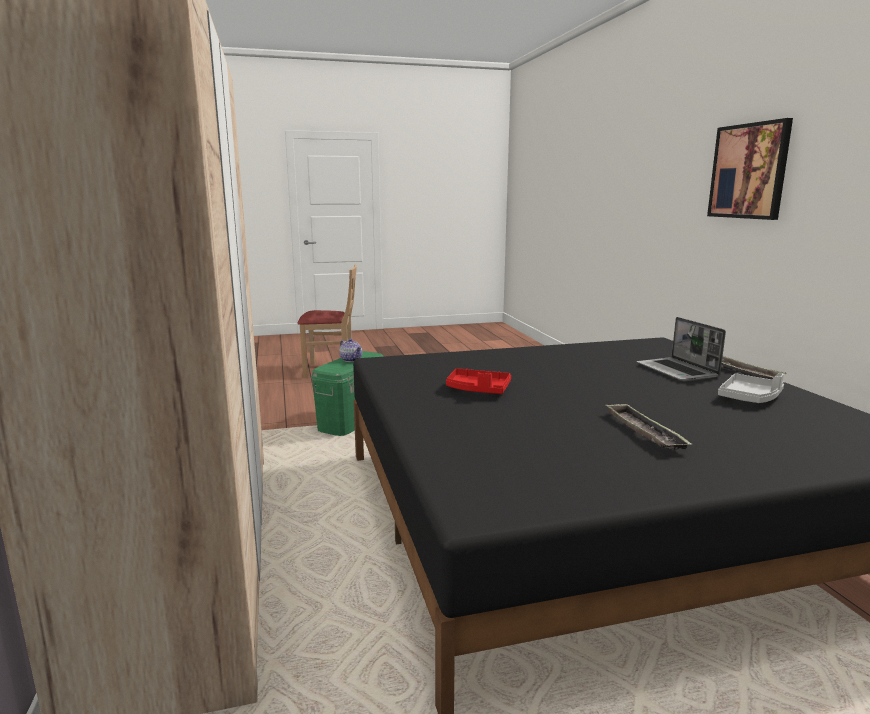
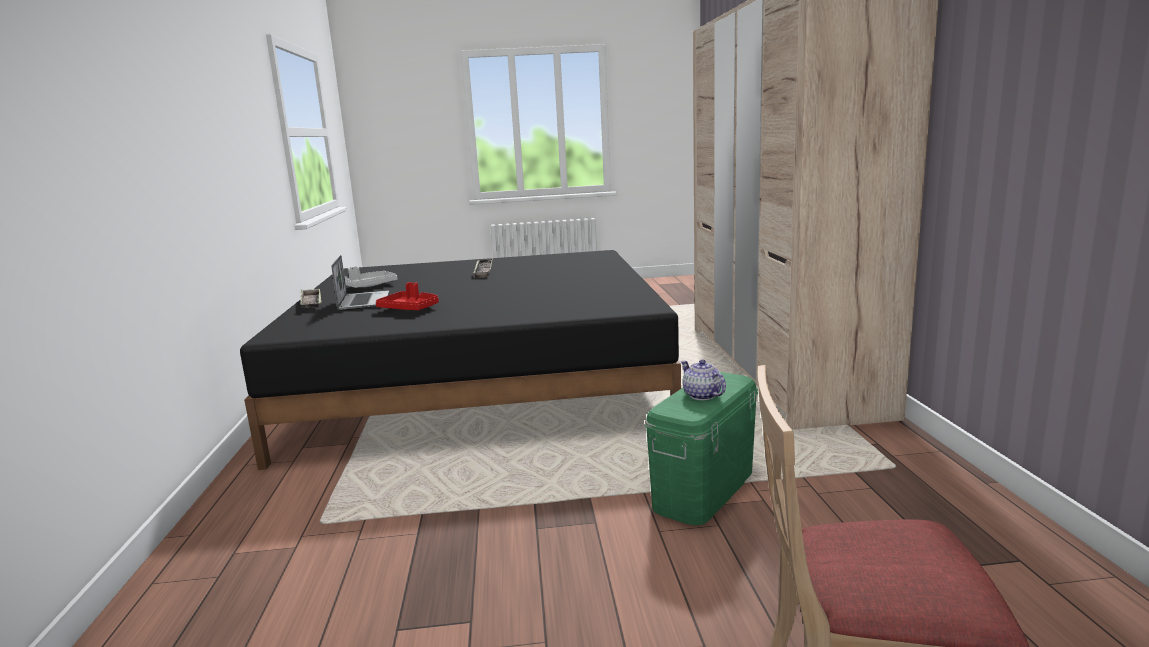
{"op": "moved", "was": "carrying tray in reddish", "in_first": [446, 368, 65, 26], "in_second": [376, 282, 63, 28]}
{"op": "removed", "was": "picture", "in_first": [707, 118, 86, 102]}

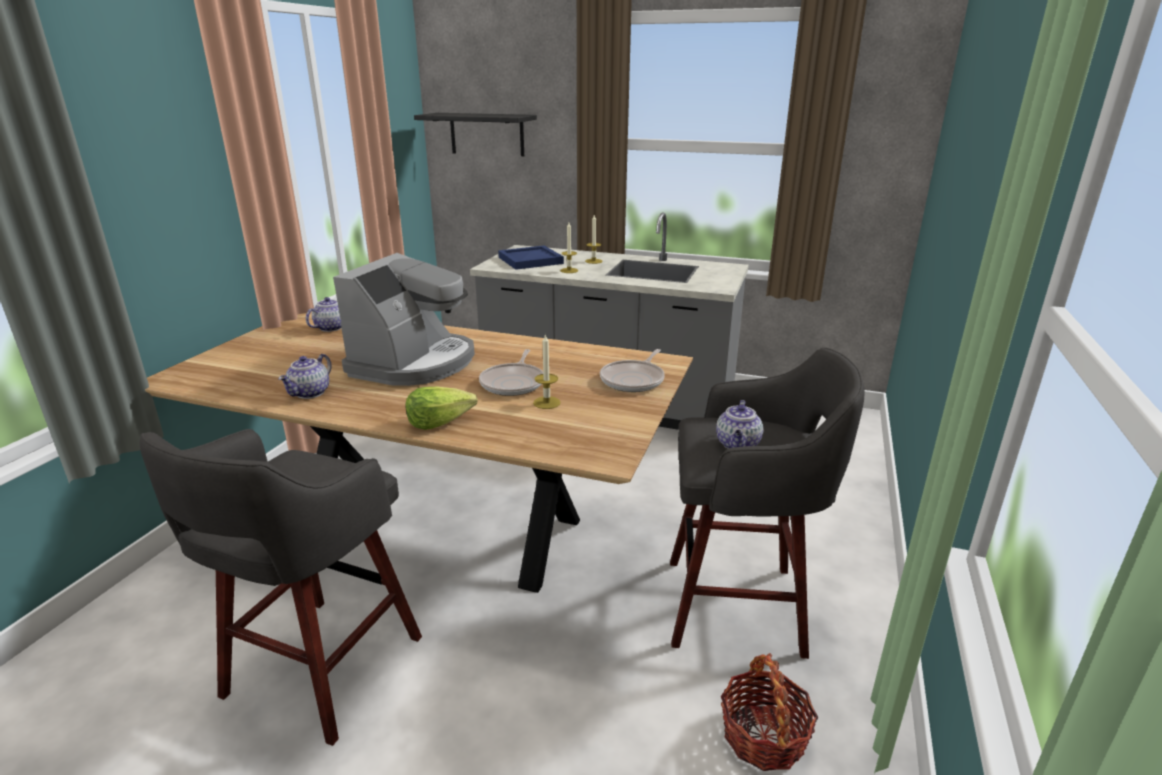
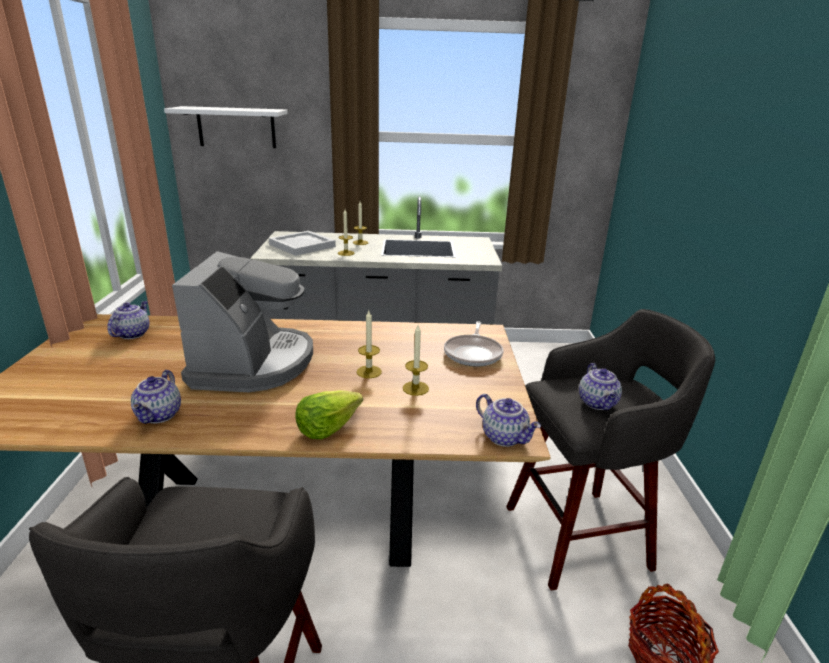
{"op": "recoloured", "was": "wall shelf in blackish", "now": "wall shelf in white", "in_first": [414, 113, 123, 43], "in_second": [164, 106, 124, 42]}
{"op": "replaced", "was": "skillet", "now": "candle", "in_first": [479, 349, 64, 47], "in_second": [357, 311, 25, 67]}
{"op": "recoloured", "was": "carrying tray in blue", "now": "carrying tray in white", "in_first": [498, 246, 66, 24], "in_second": [269, 231, 67, 25]}
{"op": "added", "now": "tea pot", "in_second": [476, 394, 65, 53]}

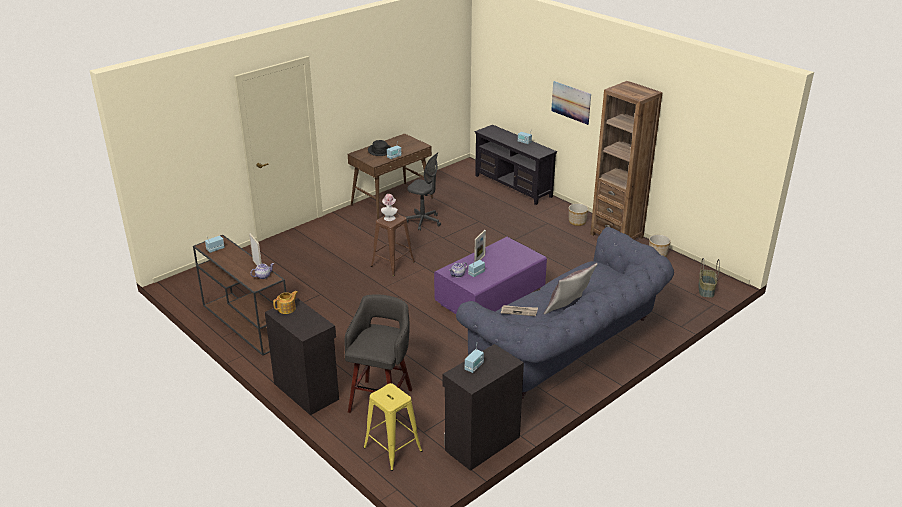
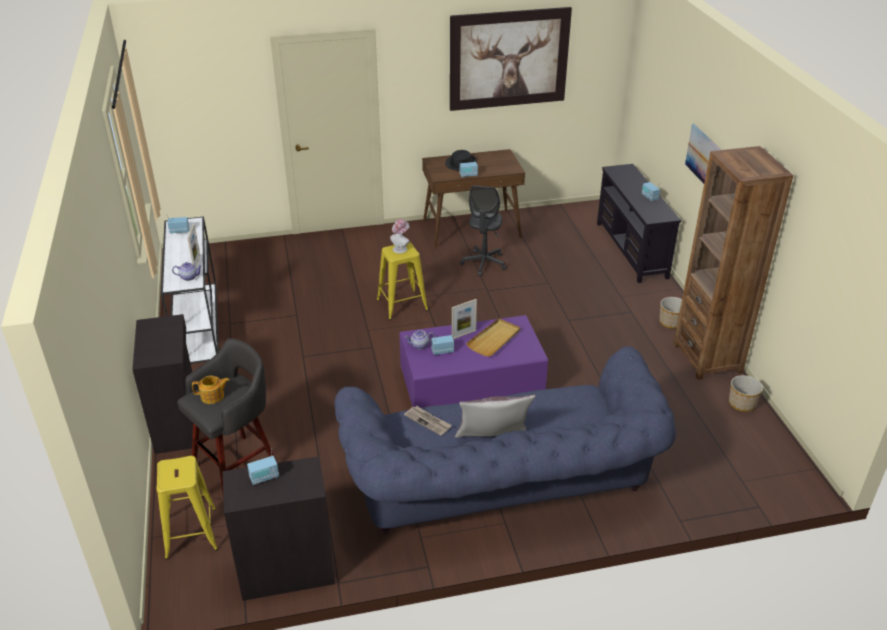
{"op": "recoloured", "was": "hall table in brown-coloured", "now": "hall table in white", "in_first": [193, 235, 93, 121], "in_second": [161, 216, 58, 148]}
{"op": "moved", "was": "tea pot", "in_first": [273, 291, 25, 23], "in_second": [192, 376, 38, 28]}
{"op": "recoloured", "was": "sitting stool in brown-coloured", "now": "sitting stool in yellow-coloured", "in_first": [371, 214, 44, 62], "in_second": [377, 242, 51, 78]}
{"op": "turned", "was": "computer chair in grey", "in_first": [406, 152, 35, 79], "in_second": [460, 185, 46, 91], "clockwise": 45}
{"op": "removed", "was": "household basket", "in_first": [698, 258, 22, 40]}
{"op": "added", "now": "picture", "in_second": [450, 7, 122, 104]}
{"op": "added", "now": "carrying tray in beige-coloured", "in_second": [466, 318, 54, 39]}

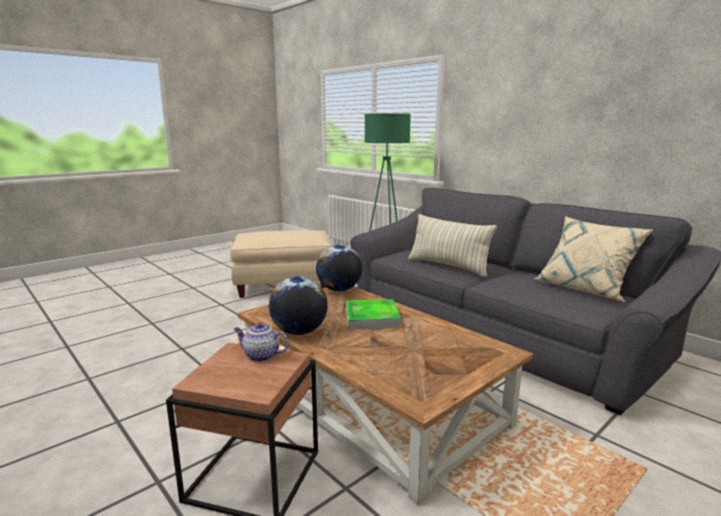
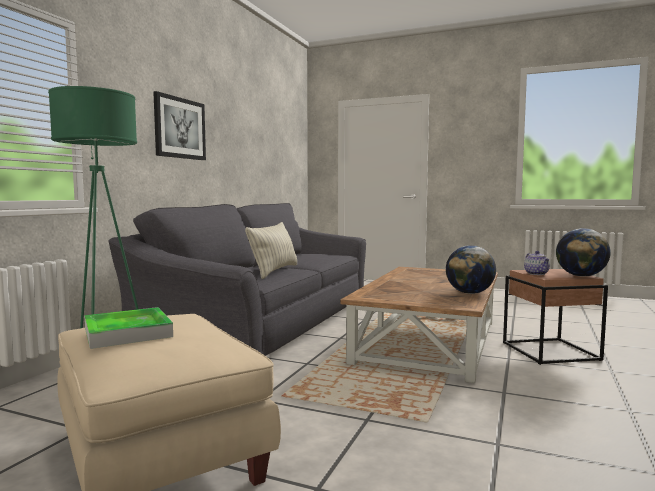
{"op": "moved", "was": "world globe", "in_first": [316, 245, 46, 46], "in_second": [556, 228, 55, 49]}
{"op": "moved", "was": "carrying tray", "in_first": [346, 299, 55, 31], "in_second": [85, 307, 88, 42]}
{"op": "removed", "was": "throw pillow in beige-coloured", "in_first": [534, 216, 119, 86]}
{"op": "added", "now": "picture", "in_second": [153, 91, 53, 69]}

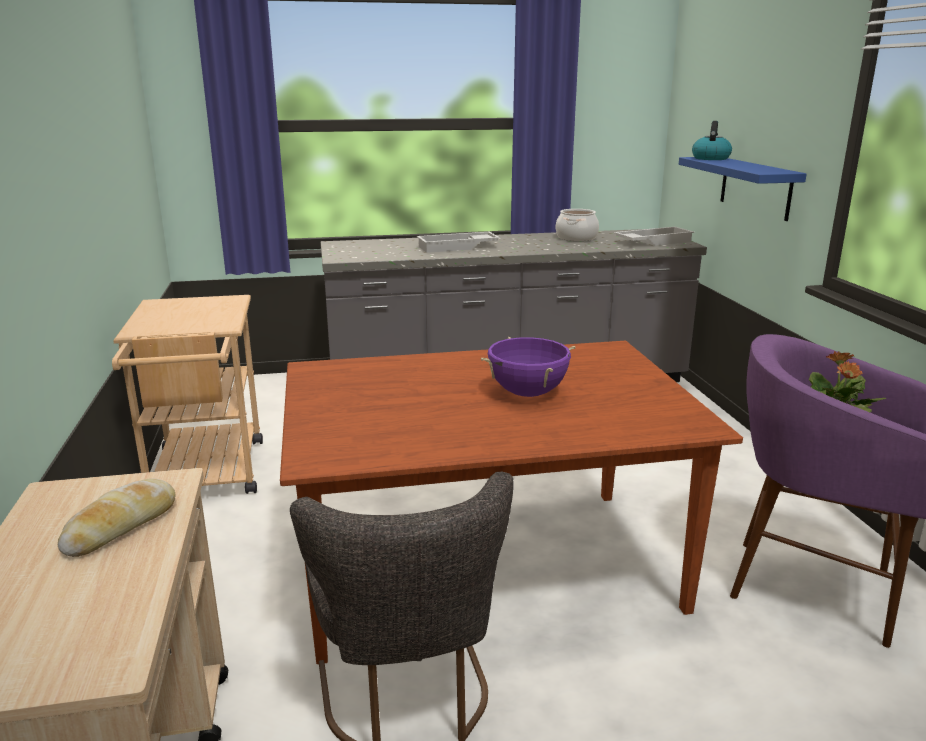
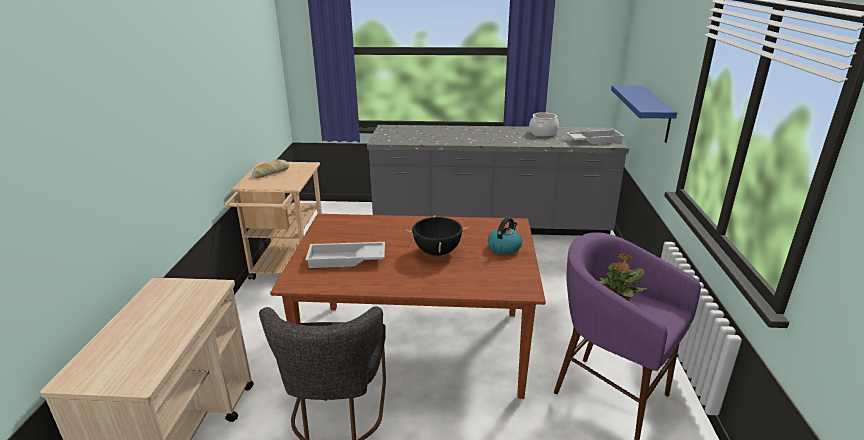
{"op": "moved", "was": "baked bread", "in_first": [58, 478, 117, 79], "in_second": [252, 160, 37, 18]}
{"op": "moved", "was": "carrying tray in white", "in_first": [417, 232, 83, 21], "in_second": [305, 242, 80, 26]}
{"op": "recoloured", "was": "saucepot in purple-coloured", "now": "saucepot in blackish", "in_first": [481, 337, 95, 60], "in_second": [406, 215, 62, 41]}
{"op": "moved", "was": "water kettle", "in_first": [692, 121, 40, 39], "in_second": [488, 217, 34, 38]}

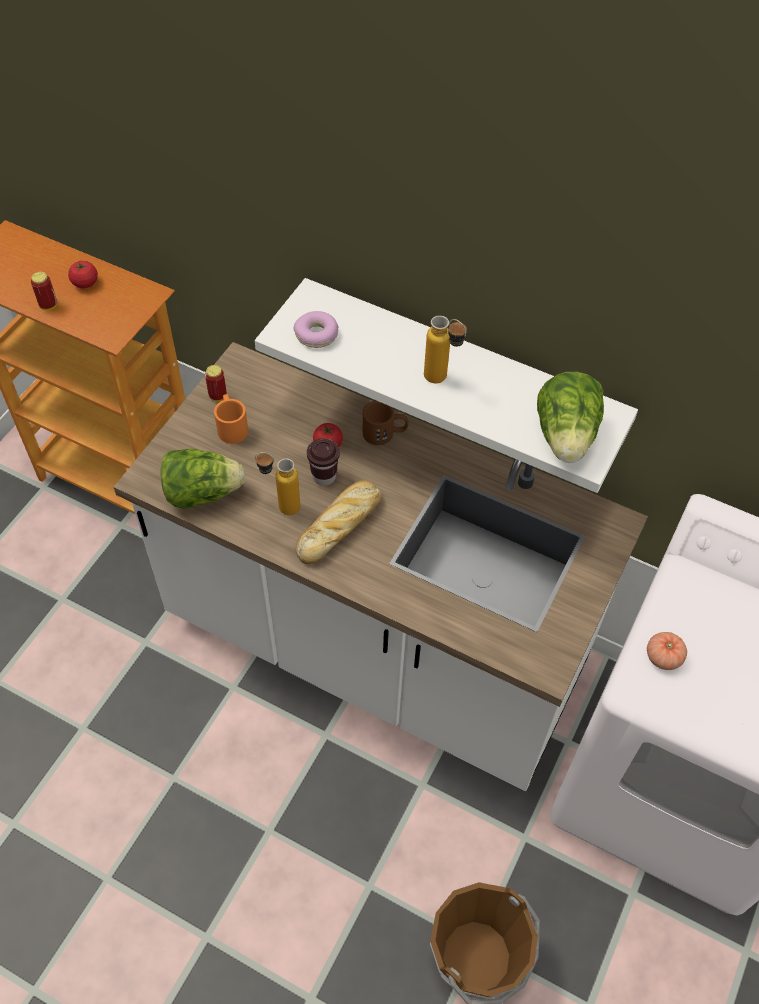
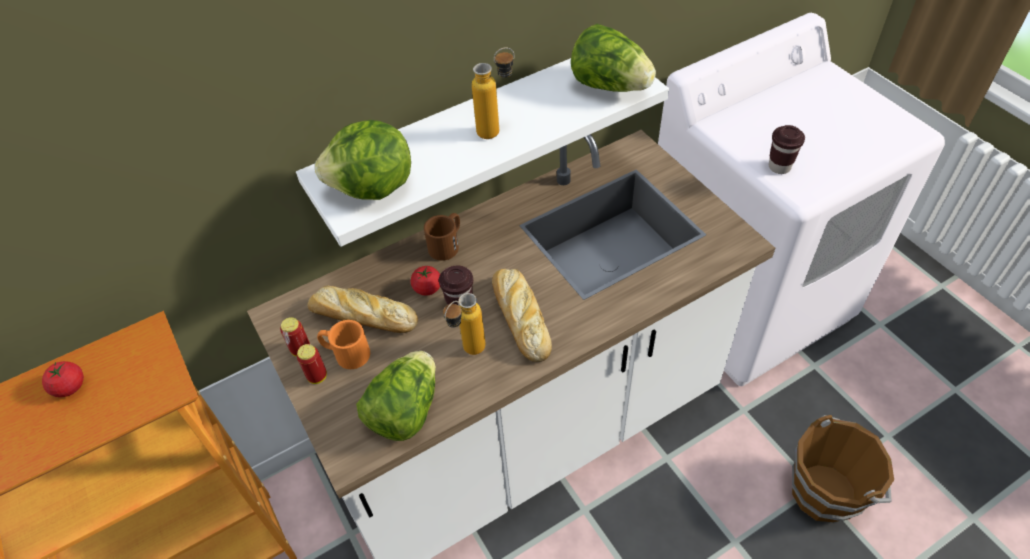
{"op": "moved", "was": "can", "in_first": [31, 272, 26, 38], "in_second": [297, 344, 30, 40]}
{"op": "replaced", "was": "ring doughnut", "now": "lettuce", "in_first": [294, 311, 45, 37], "in_second": [315, 120, 96, 80]}
{"op": "replaced", "was": "tomato", "now": "cup in brown-coloured", "in_first": [647, 632, 40, 38], "in_second": [769, 125, 36, 49]}
{"op": "added", "now": "baked bread", "in_second": [308, 286, 110, 47]}

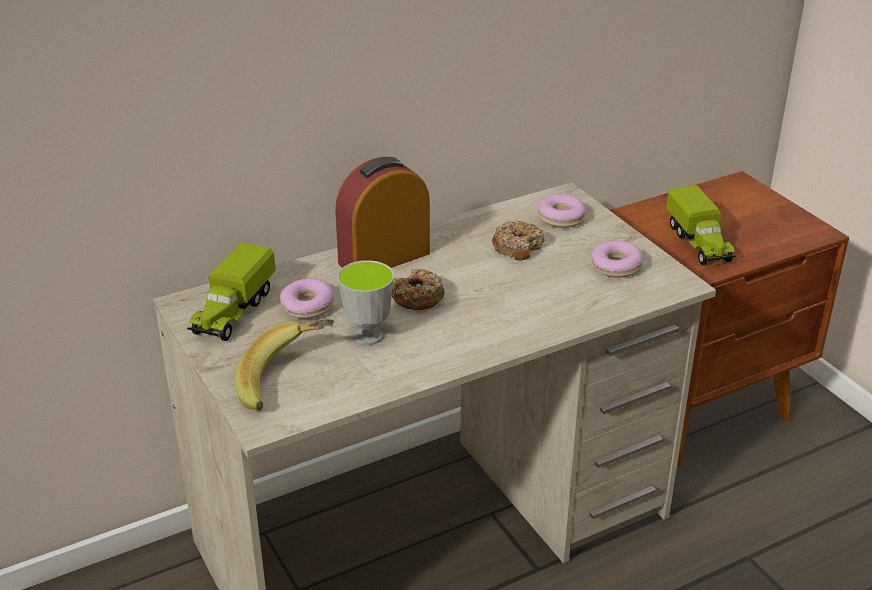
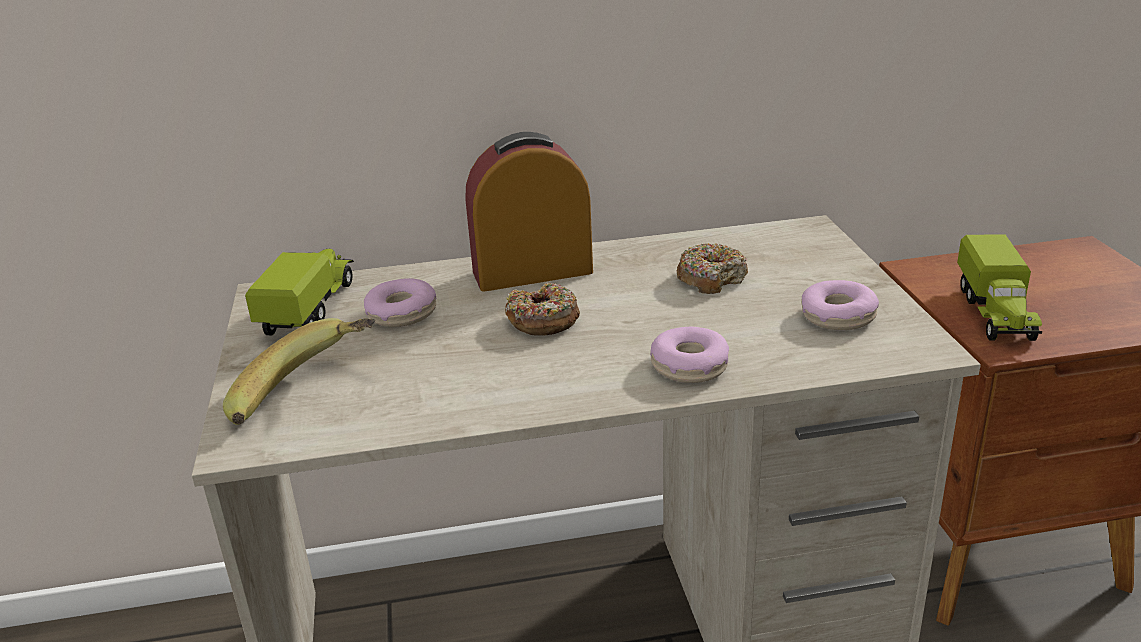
{"op": "turned", "was": "toy lorry", "in_first": [187, 242, 88, 99], "in_second": [245, 248, 109, 87], "clockwise": 150}
{"op": "removed", "was": "cup", "in_first": [338, 260, 56, 85]}
{"op": "moved", "was": "ring doughnut", "in_first": [538, 194, 48, 34], "in_second": [650, 327, 79, 56]}

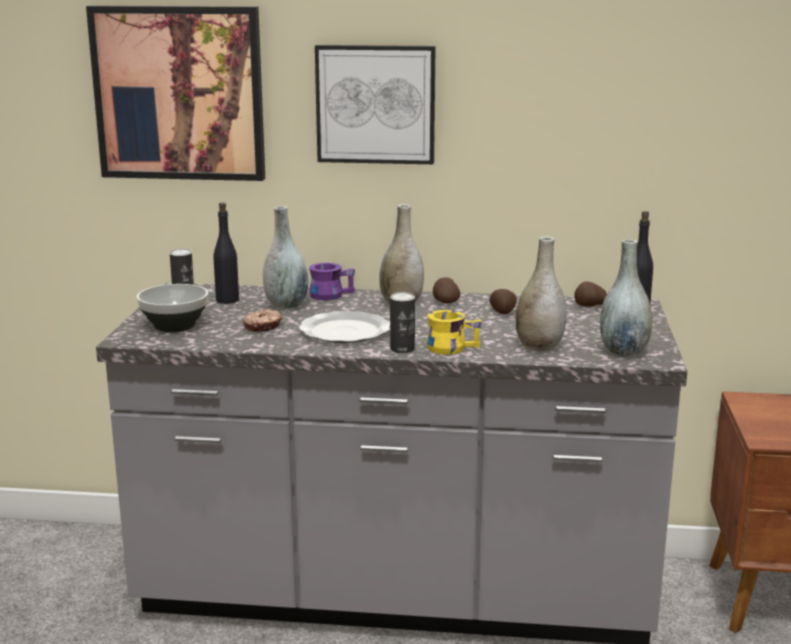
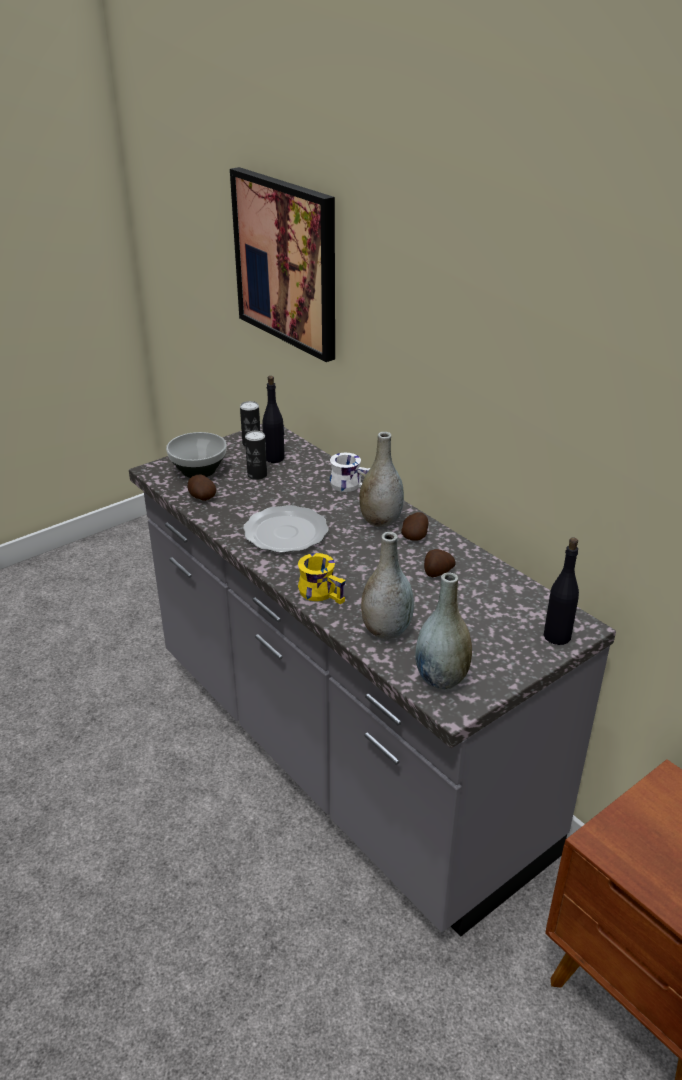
{"op": "removed", "was": "ring doughnut", "in_first": [243, 309, 39, 23]}
{"op": "removed", "was": "decorative vase in grey", "in_first": [263, 206, 45, 103]}
{"op": "recoloured", "was": "mug in purple-coloured", "now": "mug in white", "in_first": [309, 263, 46, 37], "in_second": [330, 453, 40, 39]}
{"op": "removed", "was": "picture", "in_first": [315, 45, 121, 119]}
{"op": "moved", "was": "can", "in_first": [390, 292, 25, 61], "in_second": [245, 431, 22, 49]}
{"op": "moved", "was": "whole potato", "in_first": [574, 281, 33, 26], "in_second": [188, 474, 28, 27]}

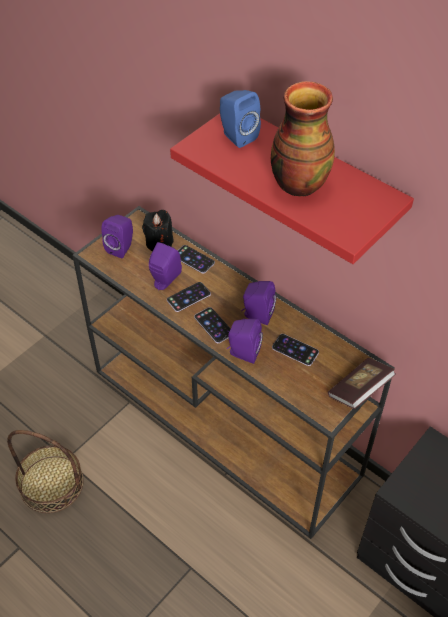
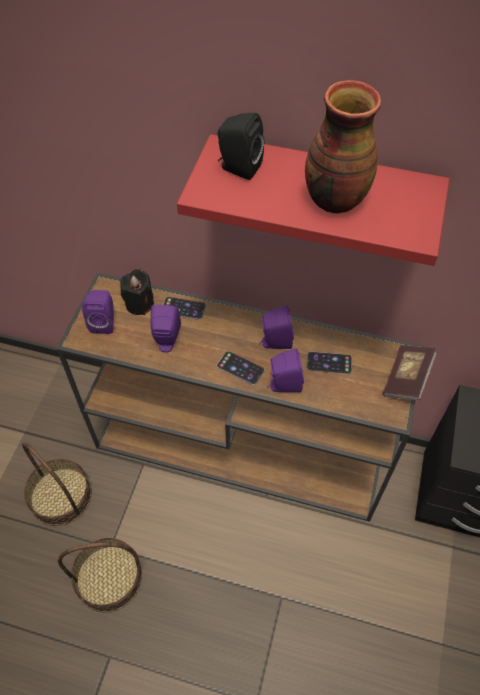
{"op": "removed", "was": "telephone", "in_first": [167, 282, 44, 30]}
{"op": "recoloured", "was": "loudspeaker in blue", "now": "loudspeaker in blackish", "in_first": [220, 90, 41, 58], "in_second": [218, 113, 46, 67]}
{"op": "added", "now": "household basket", "in_second": [22, 442, 70, 84]}

